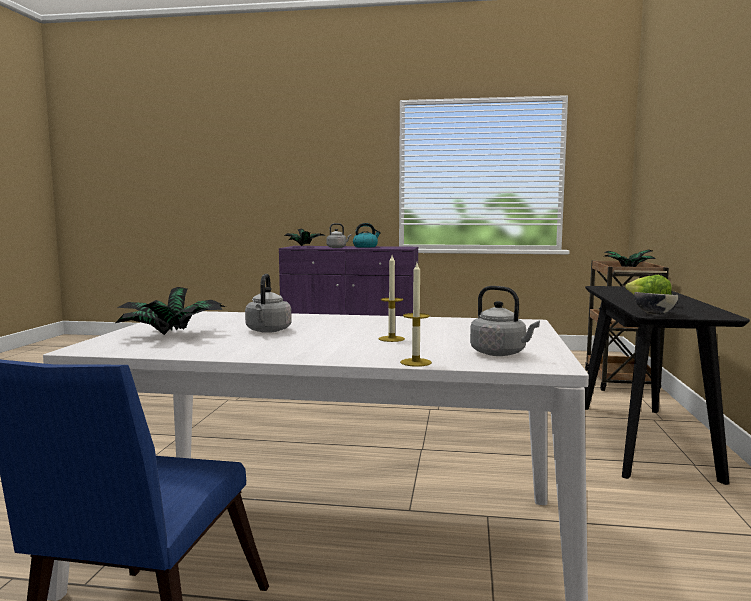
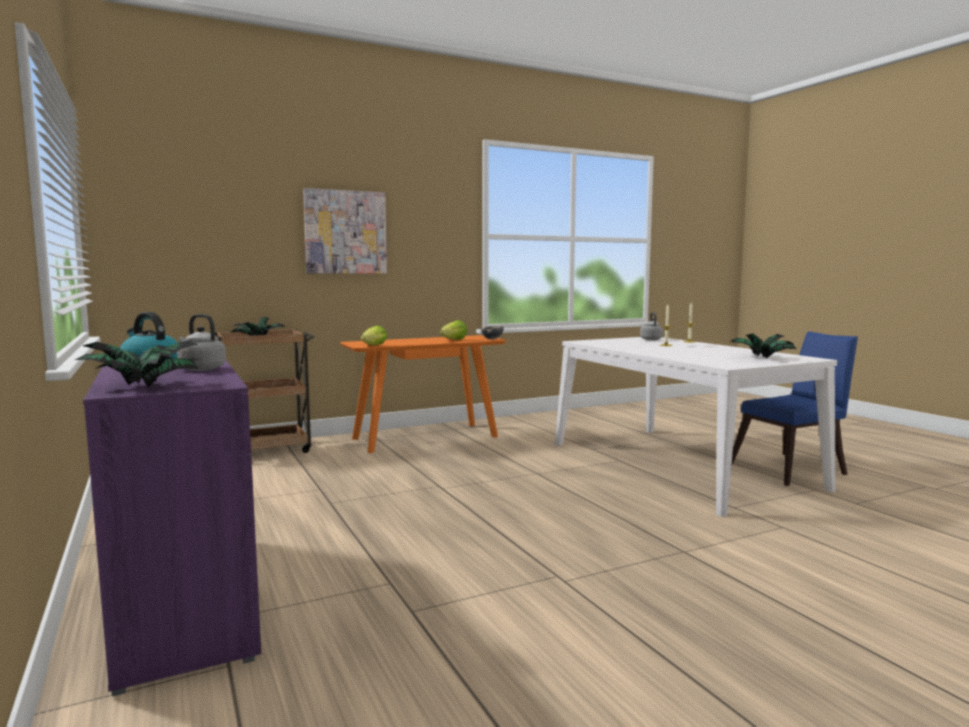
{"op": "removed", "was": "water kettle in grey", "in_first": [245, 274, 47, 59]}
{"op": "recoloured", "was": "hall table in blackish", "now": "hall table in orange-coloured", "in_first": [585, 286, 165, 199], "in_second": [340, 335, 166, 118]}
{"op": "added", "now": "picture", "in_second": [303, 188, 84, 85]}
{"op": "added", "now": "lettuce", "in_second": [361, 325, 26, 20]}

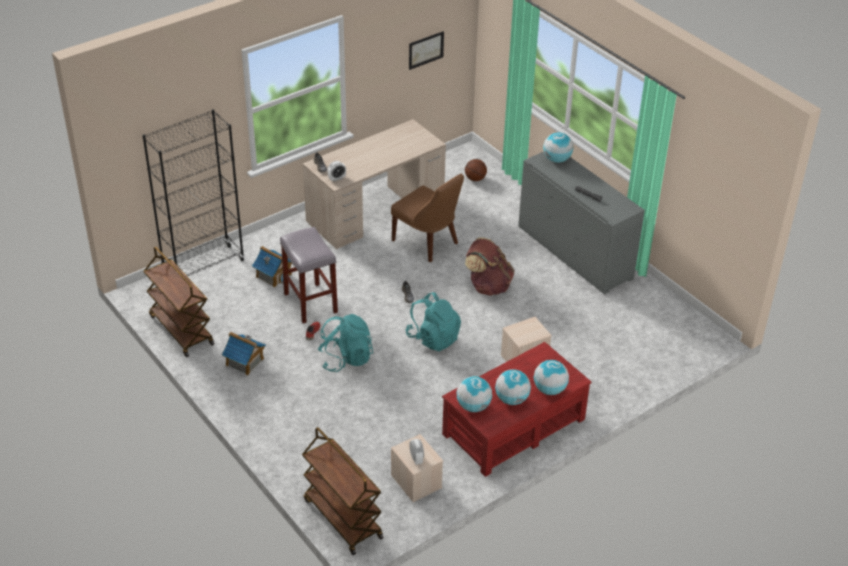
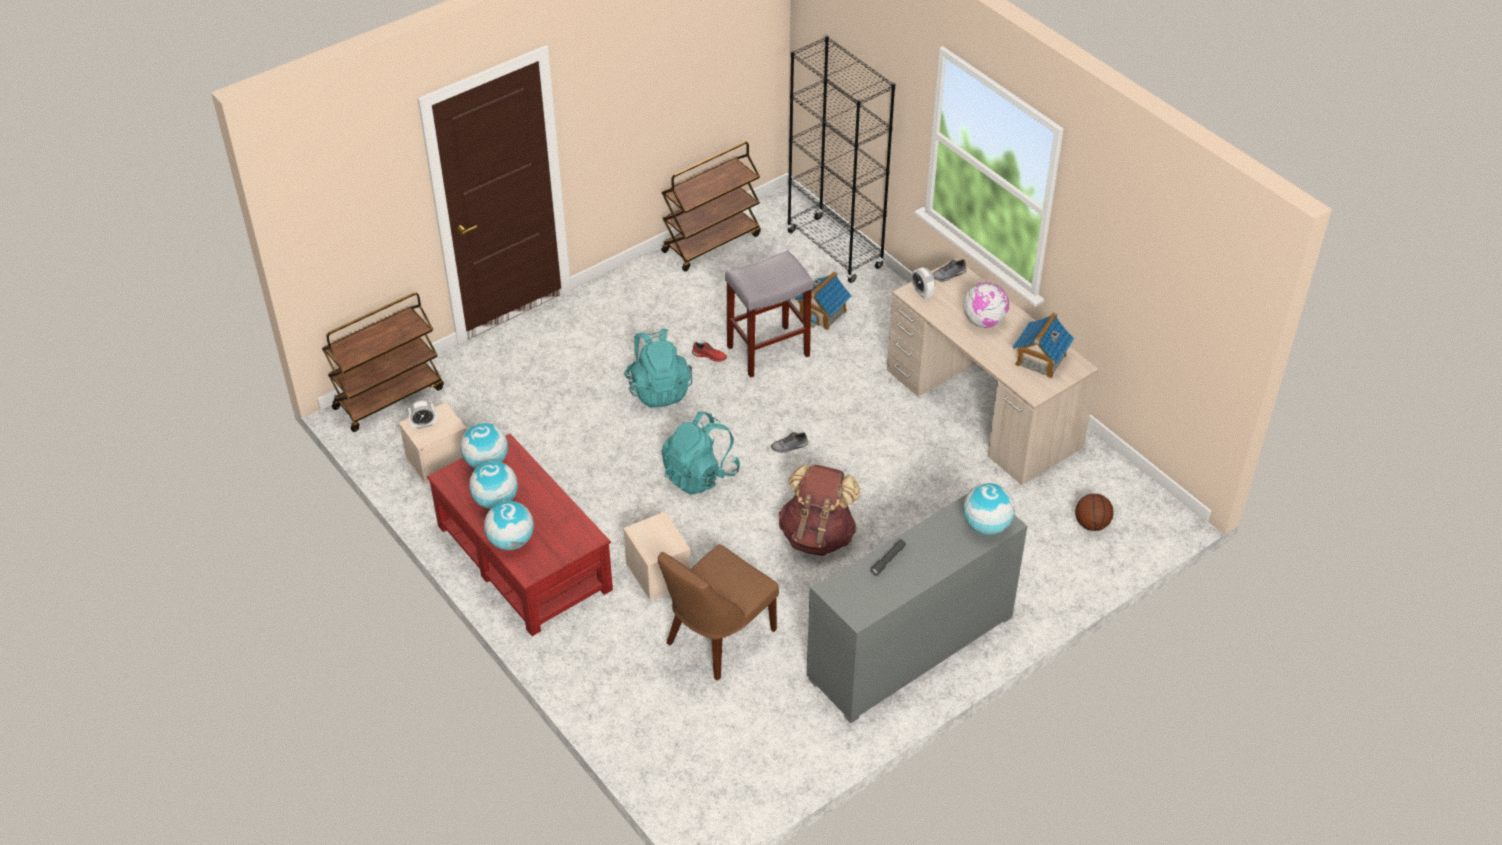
{"op": "moved", "was": "model house", "in_first": [222, 332, 44, 43], "in_second": [1013, 312, 61, 67]}
{"op": "moved", "was": "plain chair in brown-coloured", "in_first": [391, 174, 73, 88], "in_second": [658, 544, 121, 136]}
{"op": "removed", "was": "picture", "in_first": [409, 31, 35, 39]}
{"op": "added", "now": "world globe", "in_second": [964, 282, 45, 46]}

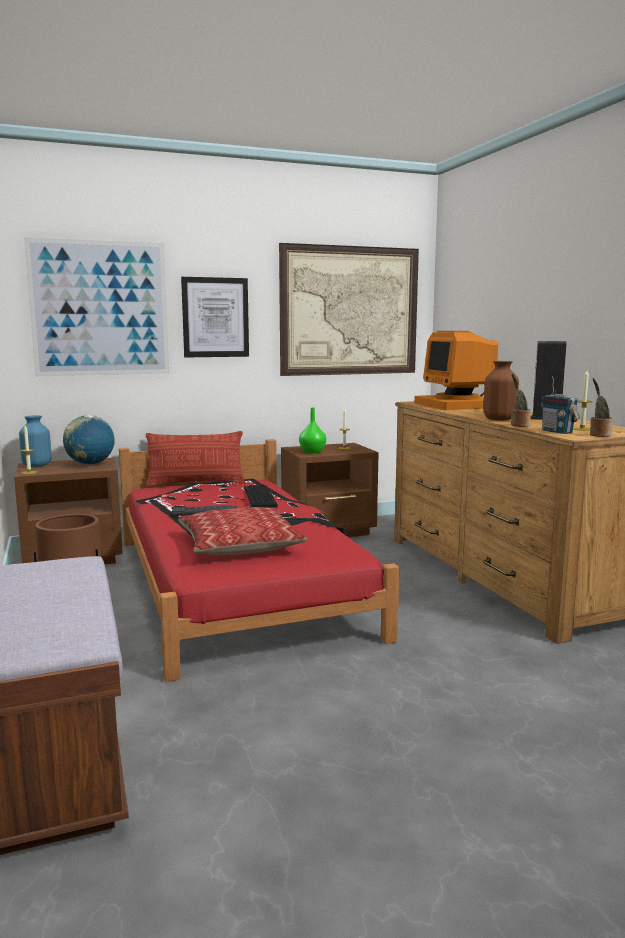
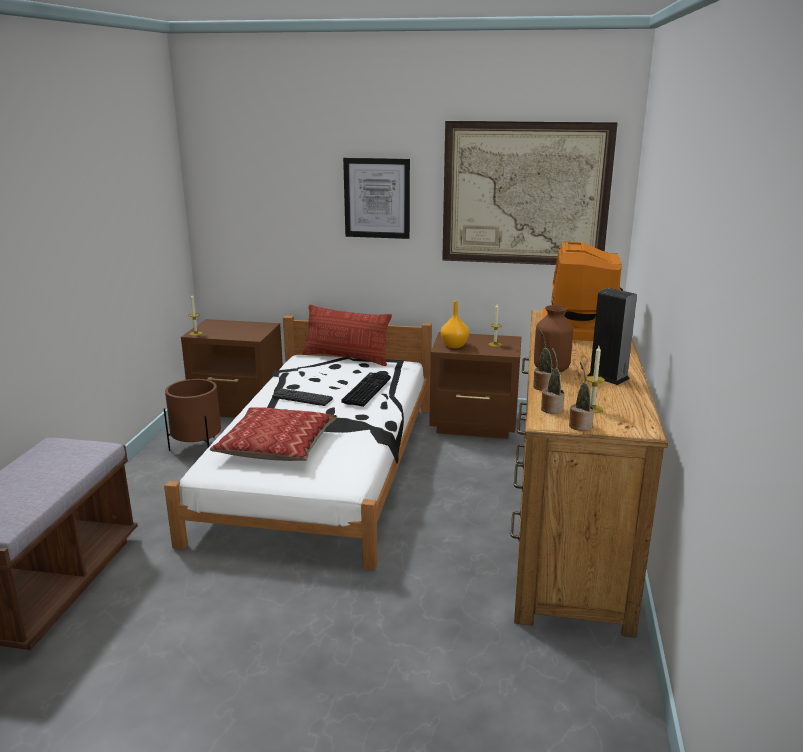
{"op": "removed", "was": "decorative vase in blue", "in_first": [19, 415, 33, 52]}
{"op": "removed", "was": "picture", "in_first": [24, 237, 145, 139]}
{"op": "removed", "was": "world globe", "in_first": [63, 415, 52, 50]}
{"op": "recoloured", "was": "bed in reddish", "now": "bed in white", "in_first": [119, 439, 280, 243], "in_second": [164, 315, 268, 255]}
{"op": "recoloured", "was": "decorative vase in greenish", "now": "decorative vase in orange-coloured", "in_first": [299, 408, 27, 46], "in_second": [441, 301, 28, 47]}
{"op": "replaced", "was": "radio", "now": "plant in a pot", "in_first": [541, 376, 39, 58], "in_second": [541, 348, 24, 66]}

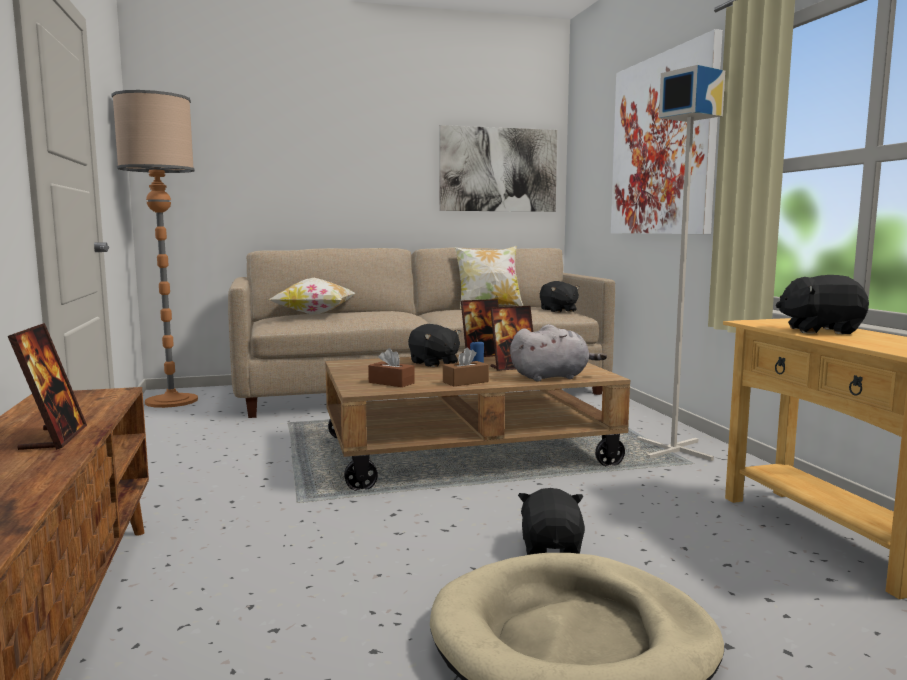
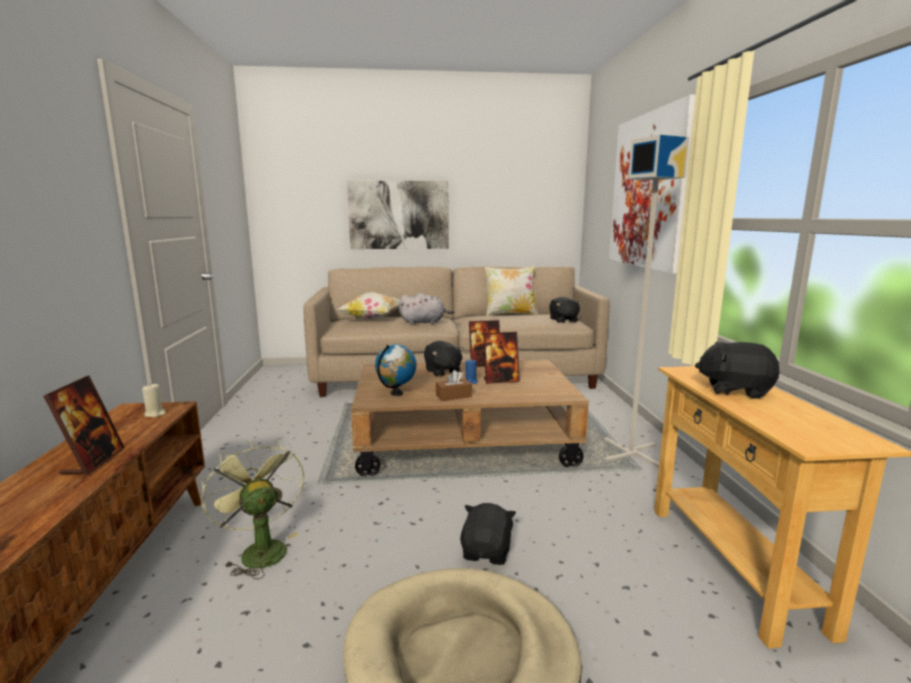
{"op": "removed", "was": "standard lamp", "in_first": [112, 90, 86, 318]}
{"op": "replaced", "was": "box of tissues in brown-coloured", "now": "world globe", "in_first": [368, 348, 47, 39], "in_second": [375, 344, 42, 52]}
{"op": "moved", "was": "picture", "in_first": [439, 125, 118, 87], "in_second": [347, 180, 102, 69]}
{"op": "moved", "was": "plush toy in grey", "in_first": [510, 324, 97, 58], "in_second": [399, 292, 55, 33]}
{"op": "added", "now": "candle in beige-coloured", "in_second": [142, 383, 24, 34]}
{"op": "added", "now": "electric fan in greenish", "in_second": [201, 440, 103, 139]}

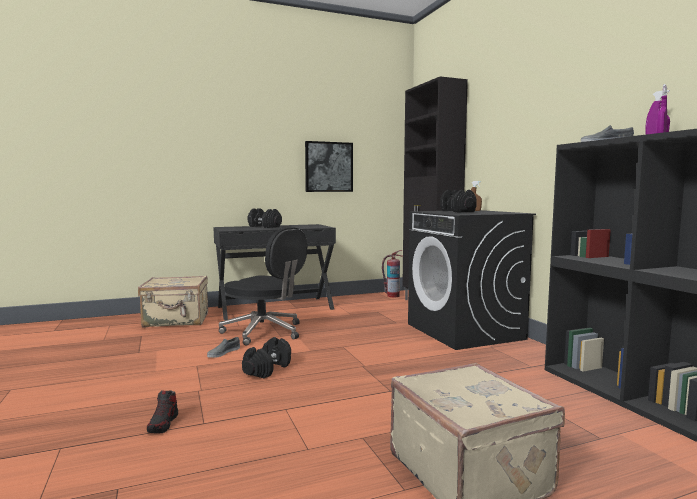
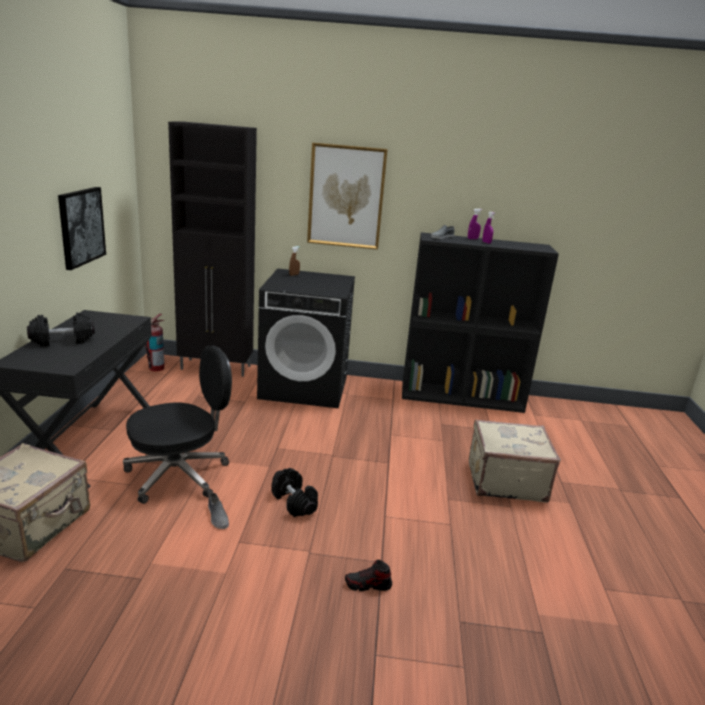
{"op": "turned", "was": "low shoe", "in_first": [147, 390, 31, 43], "in_second": [345, 559, 47, 32], "clockwise": 150}
{"op": "removed", "was": "hand weight in blackish", "in_first": [440, 190, 37, 22]}
{"op": "added", "now": "picture", "in_second": [307, 143, 81, 107]}

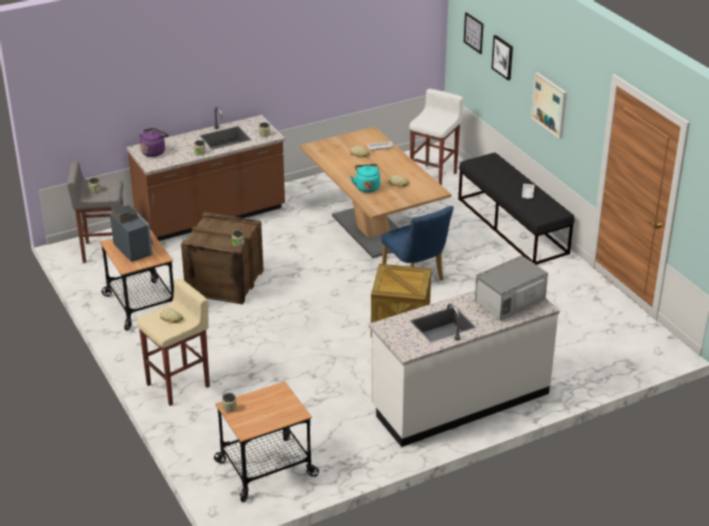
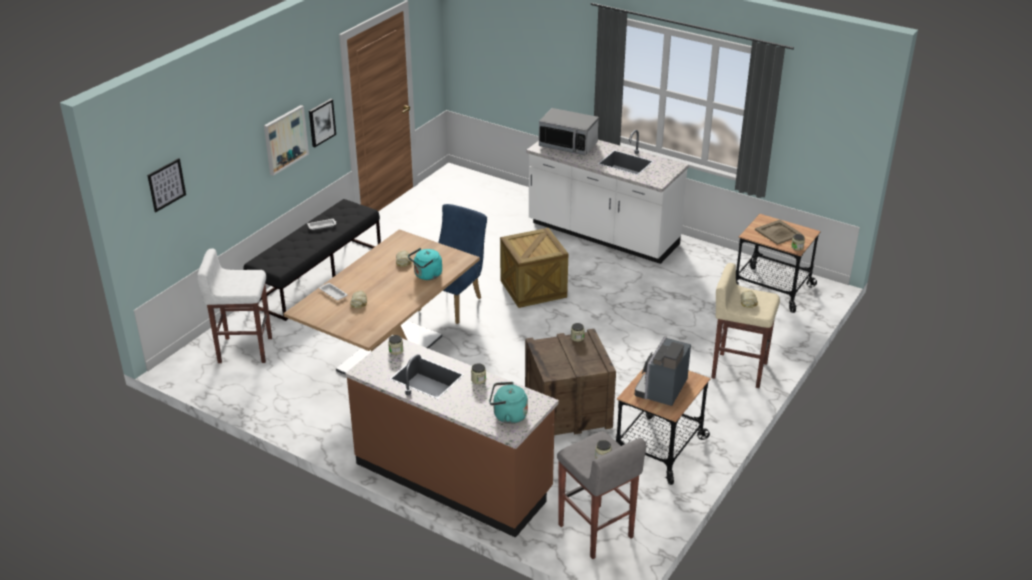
{"op": "recoloured", "was": "water kettle in purple-coloured", "now": "water kettle in blue-green", "in_first": [139, 128, 30, 29], "in_second": [489, 382, 39, 42]}
{"op": "moved", "was": "picture", "in_first": [491, 35, 22, 46], "in_second": [309, 99, 27, 48]}
{"op": "added", "now": "carrying tray in beige-coloured", "in_second": [755, 220, 48, 25]}

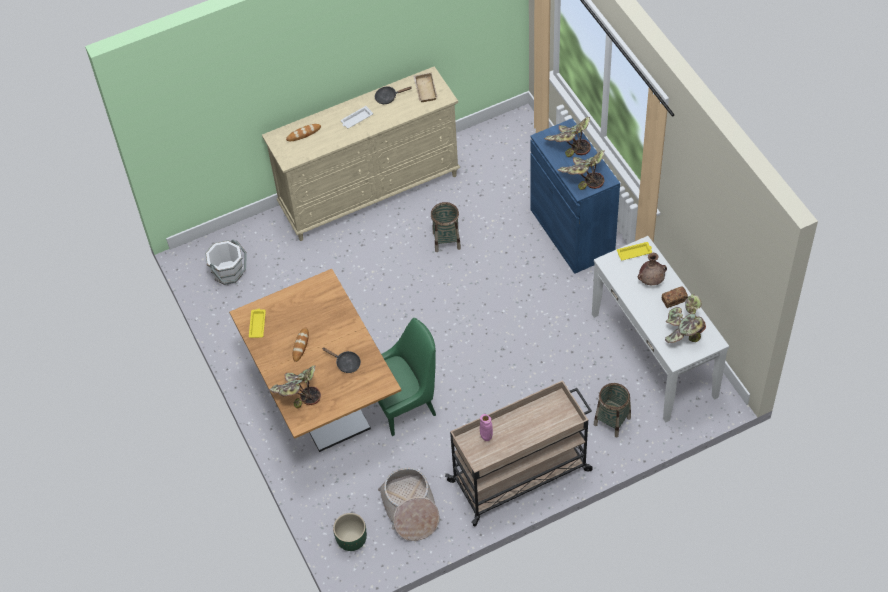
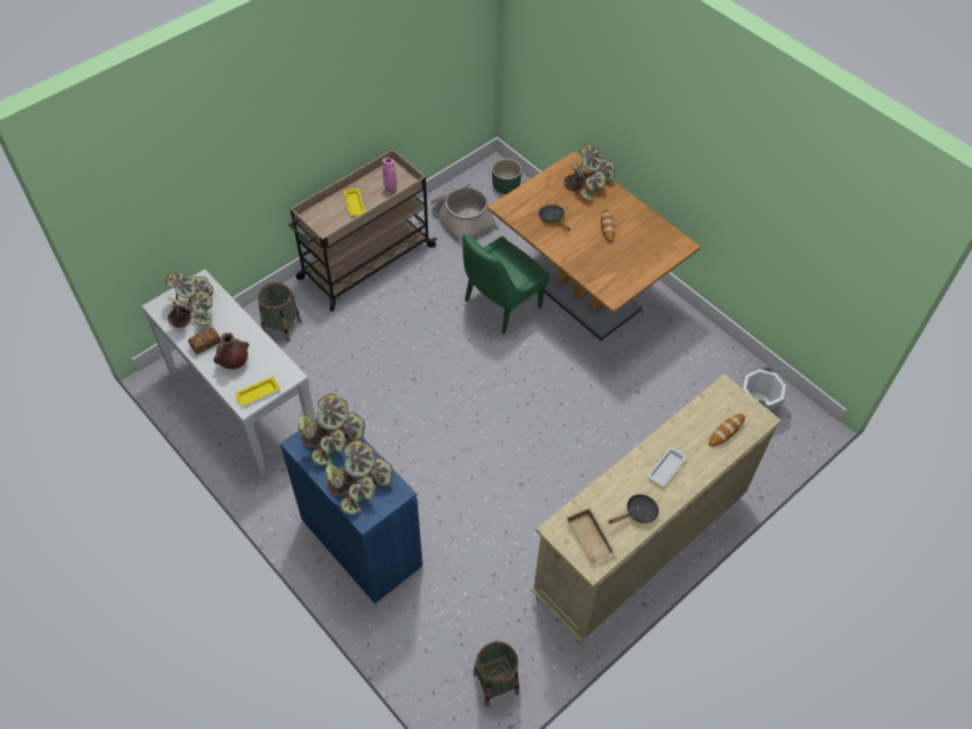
{"op": "moved", "was": "carrying tray in yellow-coloured", "in_first": [249, 309, 17, 29], "in_second": [344, 188, 21, 29]}
{"op": "turned", "was": "skillet in blackish", "in_first": [322, 347, 39, 26], "in_second": [539, 205, 31, 26], "clockwise": 45}
{"op": "moved", "was": "household basket", "in_first": [431, 202, 30, 50], "in_second": [473, 642, 46, 64]}

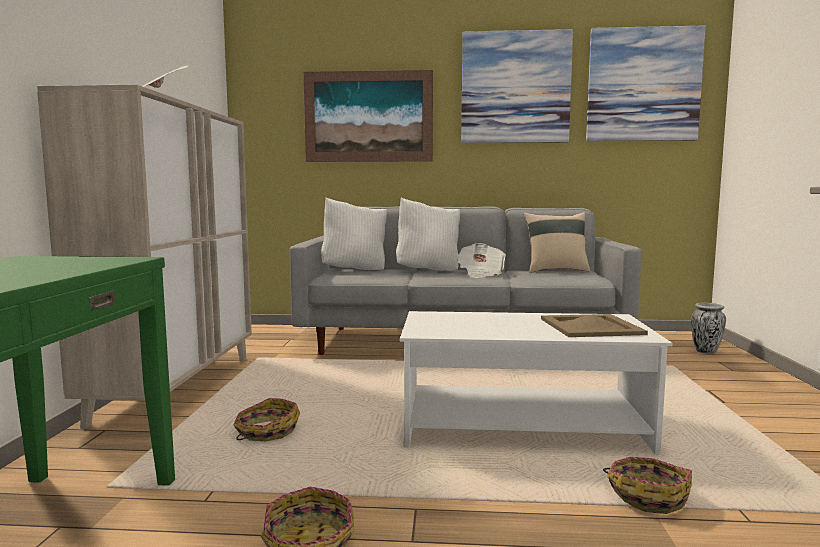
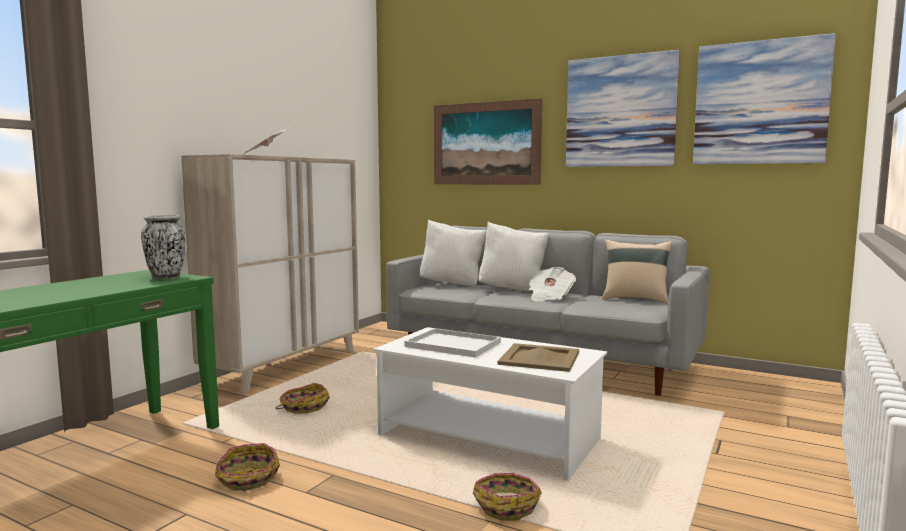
{"op": "moved", "was": "decorative vase", "in_first": [691, 303, 35, 51], "in_second": [141, 215, 44, 64]}
{"op": "added", "now": "carrying tray in white", "in_second": [405, 328, 96, 30]}

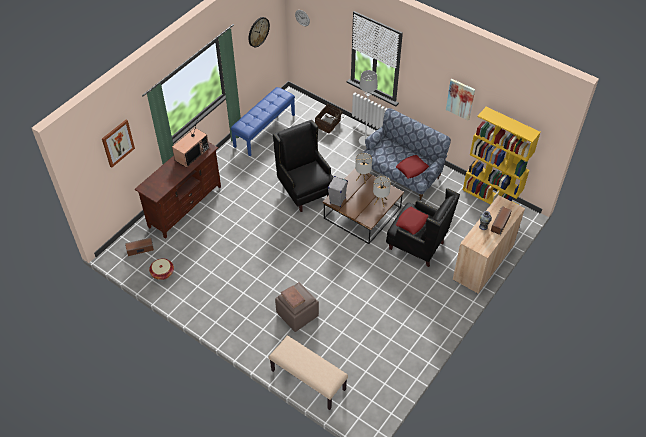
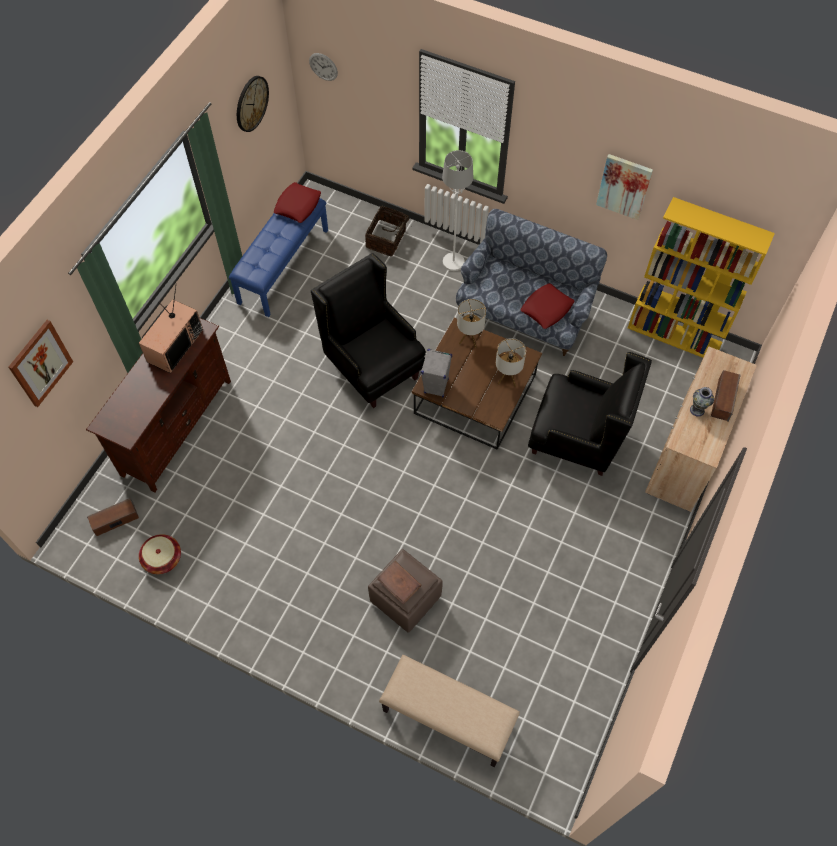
{"op": "moved", "was": "throw pillow in reddish", "in_first": [396, 207, 33, 28], "in_second": [274, 182, 47, 41]}

